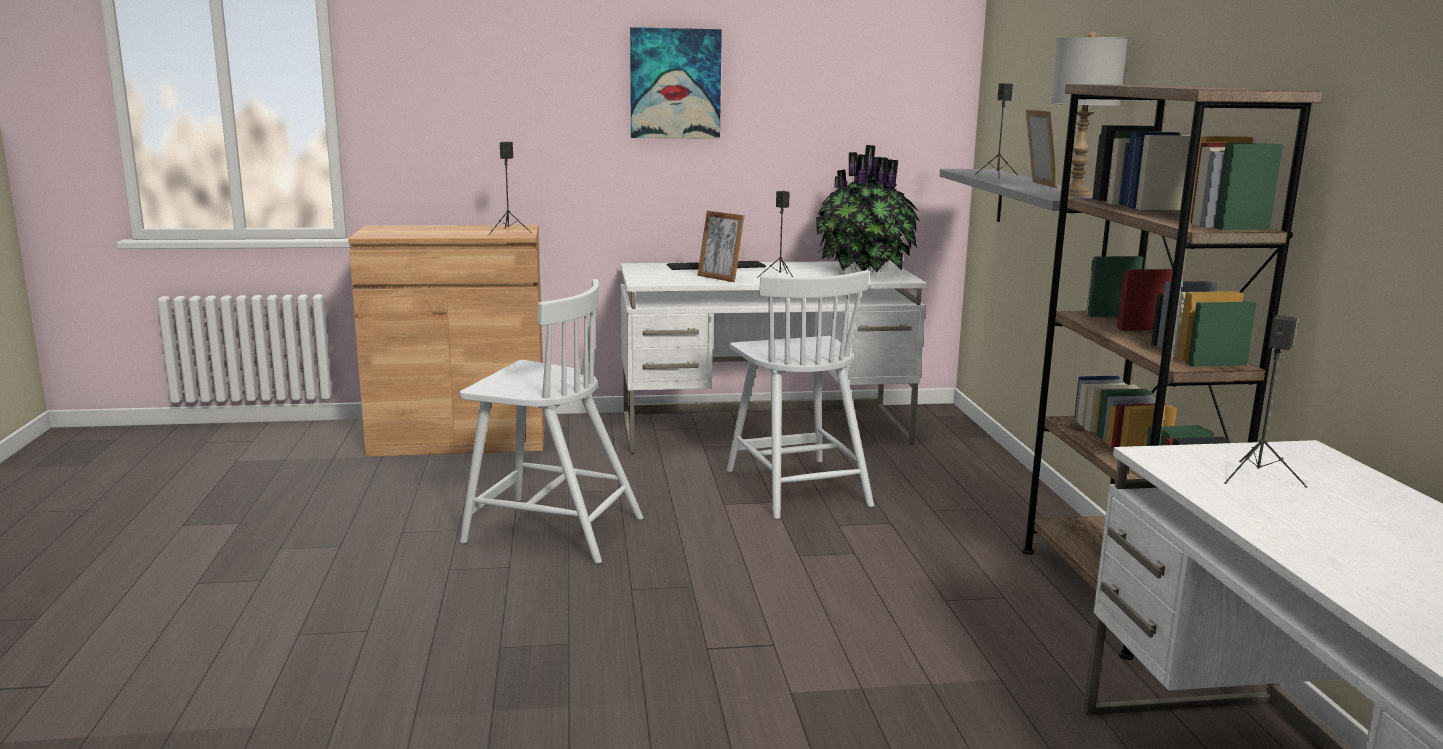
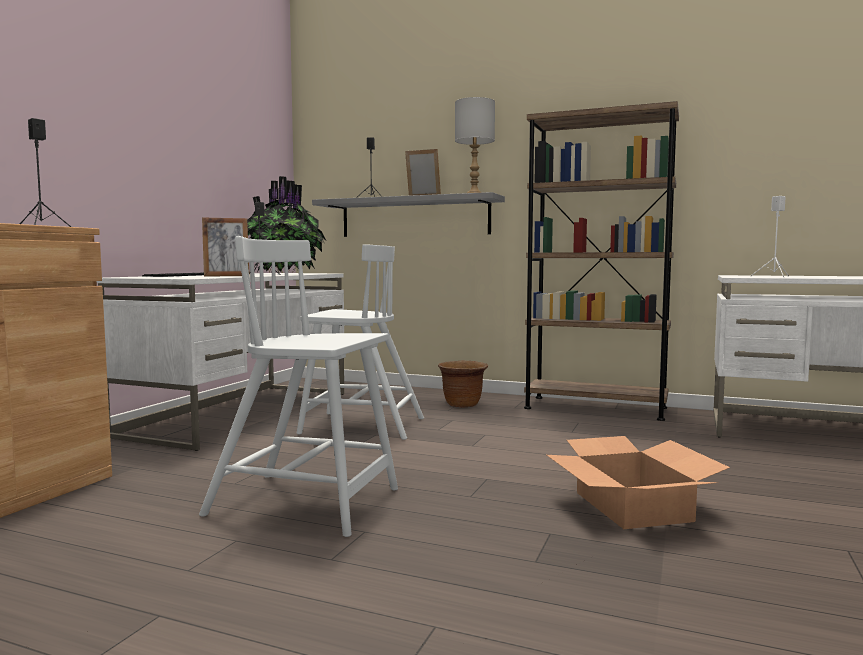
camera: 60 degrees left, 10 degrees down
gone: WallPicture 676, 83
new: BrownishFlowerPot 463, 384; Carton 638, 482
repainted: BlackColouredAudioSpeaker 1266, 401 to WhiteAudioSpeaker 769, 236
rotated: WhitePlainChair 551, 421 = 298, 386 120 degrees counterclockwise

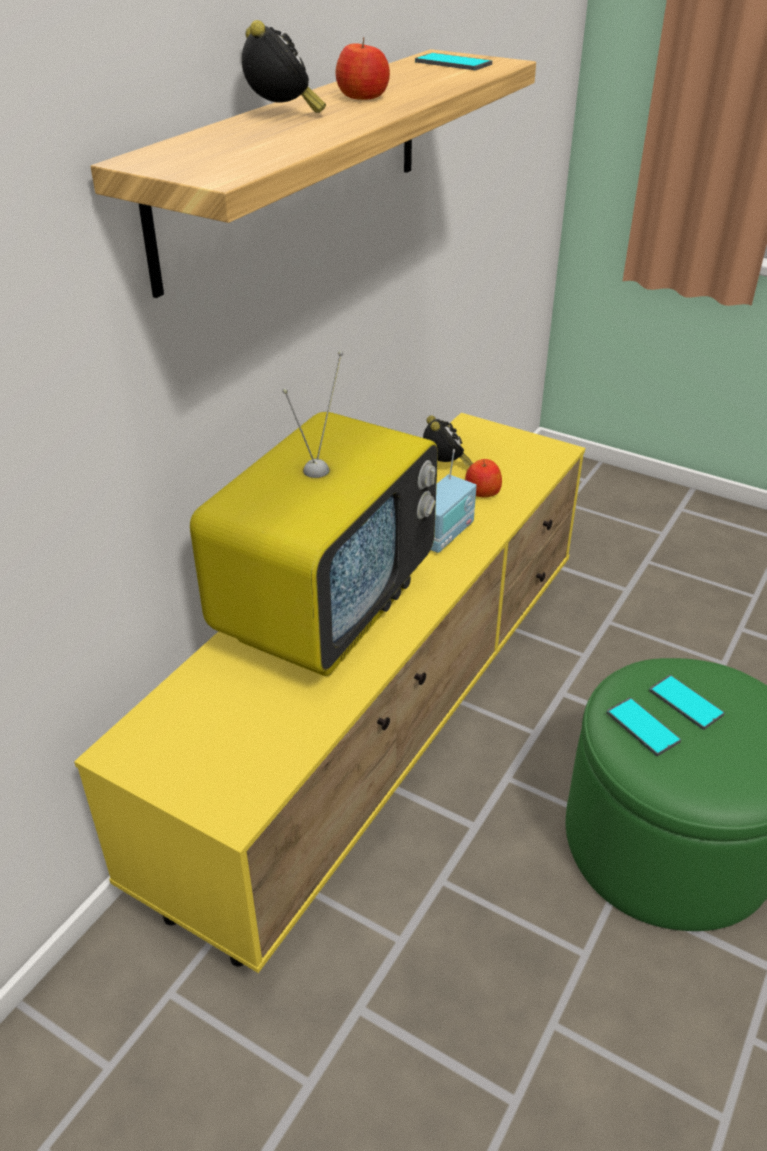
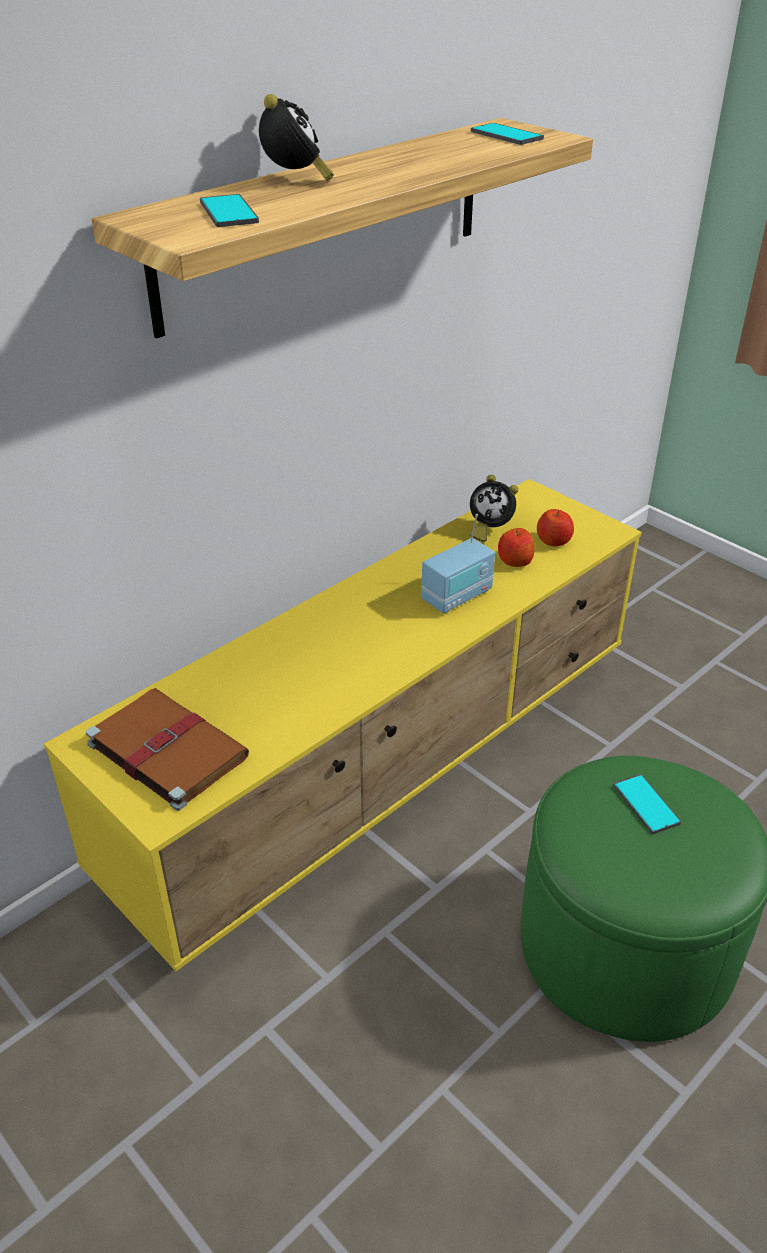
camera: 15 degrees right, 0 degrees up
gone: Television 314, 513
new: BrownishBoundBook 167, 749
shifted: WholeApple 362, 68 to 555, 527; Telephone 644, 726 to 229, 210
rotated: AlarmClock 448, 441 = 493, 508 105 degrees clockwise

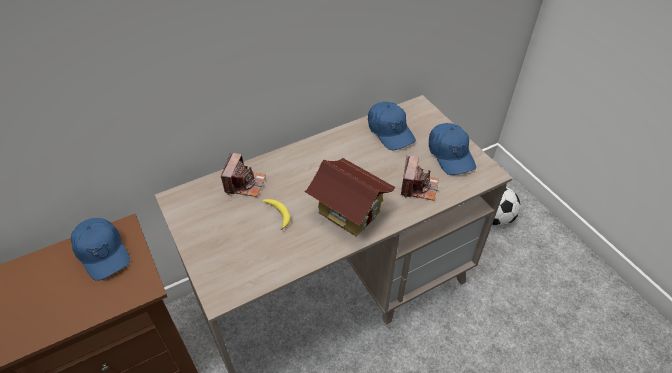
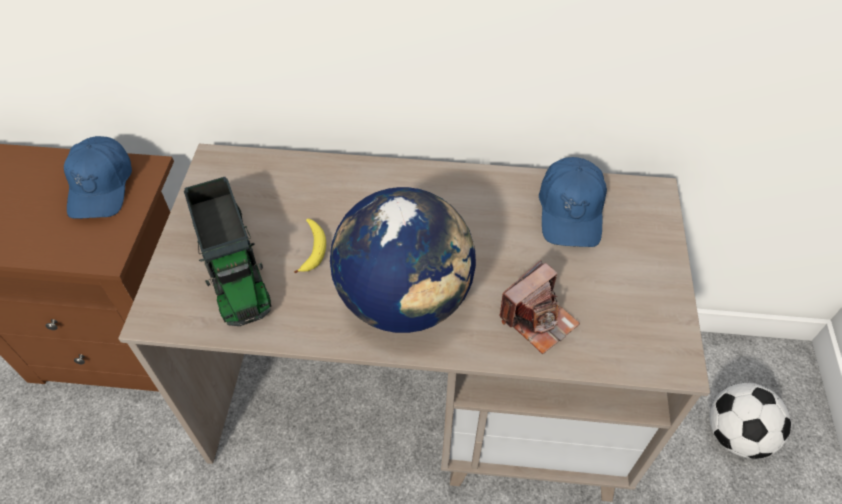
camera: 35 degrees right, 5 degrees up
gone: PhotoCamera 243, 175; BluePeakedCap 452, 149
new: ModelTruck 227, 251
swapped: ToyHouse 350, 197 to Globe 403, 260

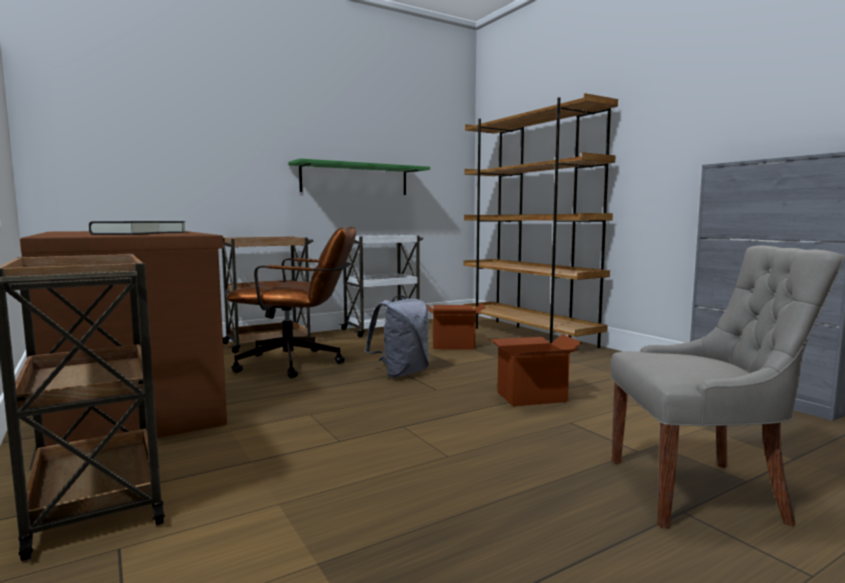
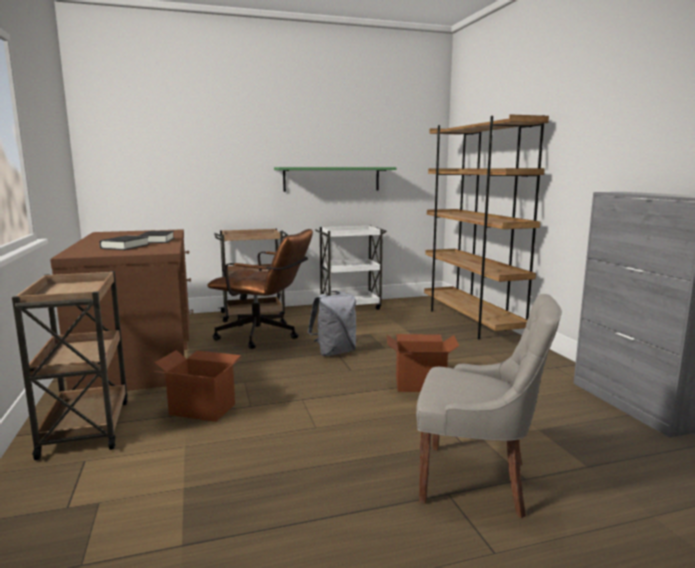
camera: 15 degrees right, 5 degrees up
shifted: Carton 455, 326 to 198, 386

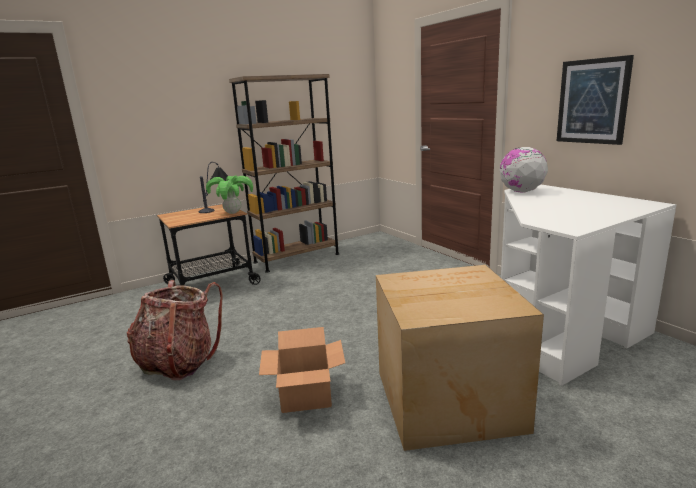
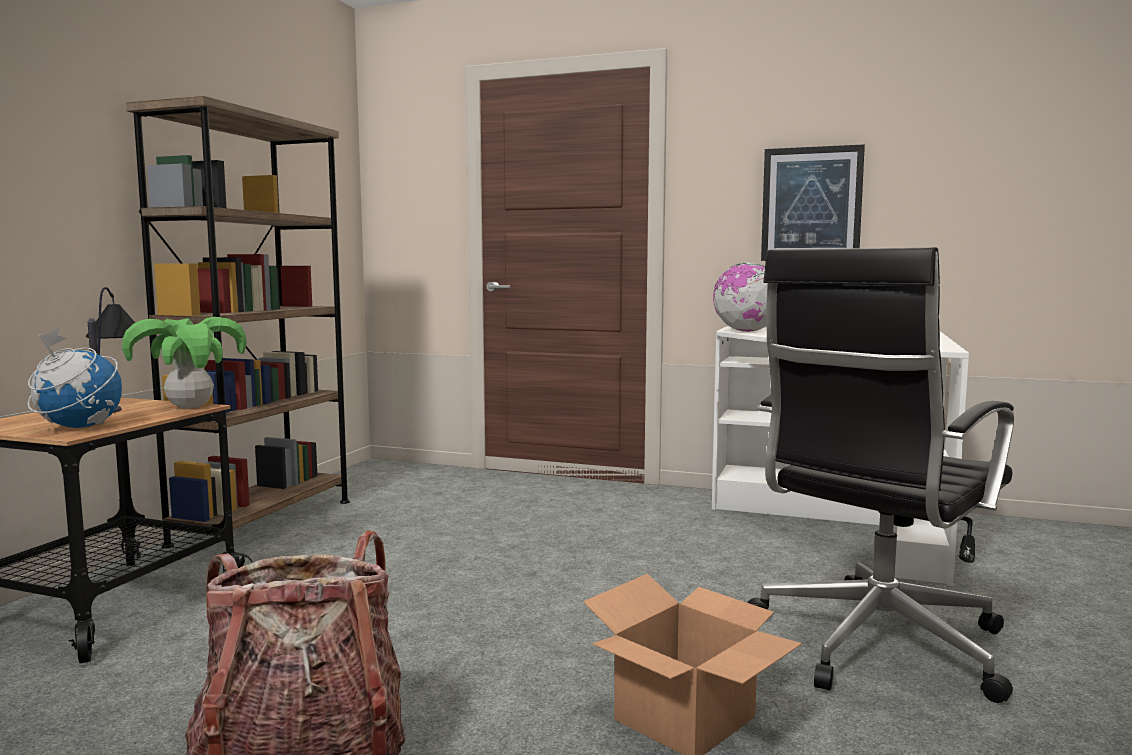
camera: 40 degrees left, 10 degrees down
new: Globe 75, 377
swapped: Carton 460, 358 to BlackColouredDeskChair 881, 475

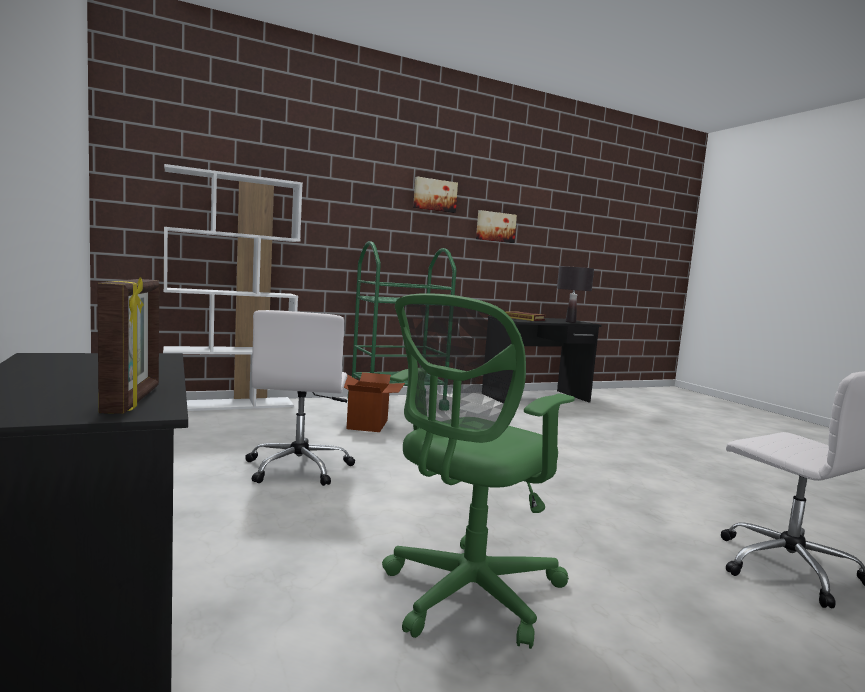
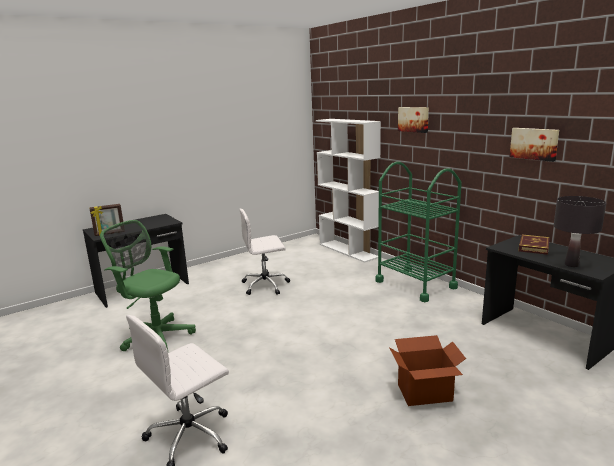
camera: 80 degrees right, 10 degrees up
shifted: Carton 374, 402 to 427, 370; WallPicture 435, 195 to 413, 120

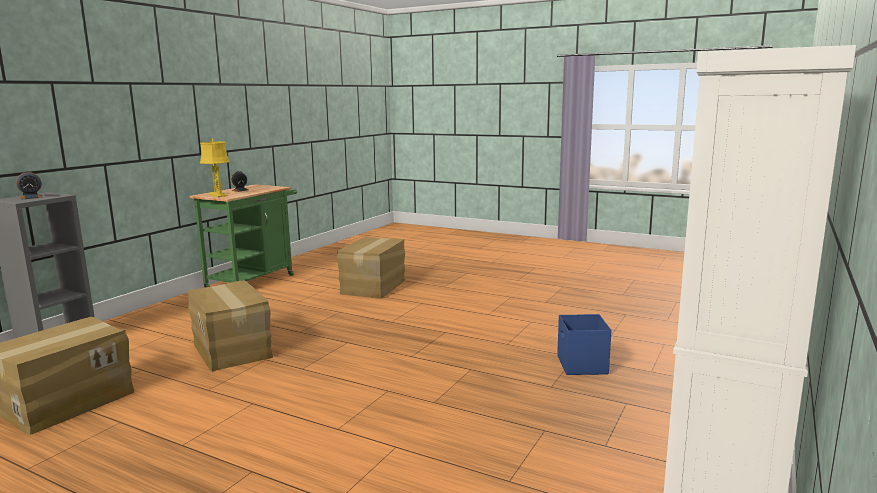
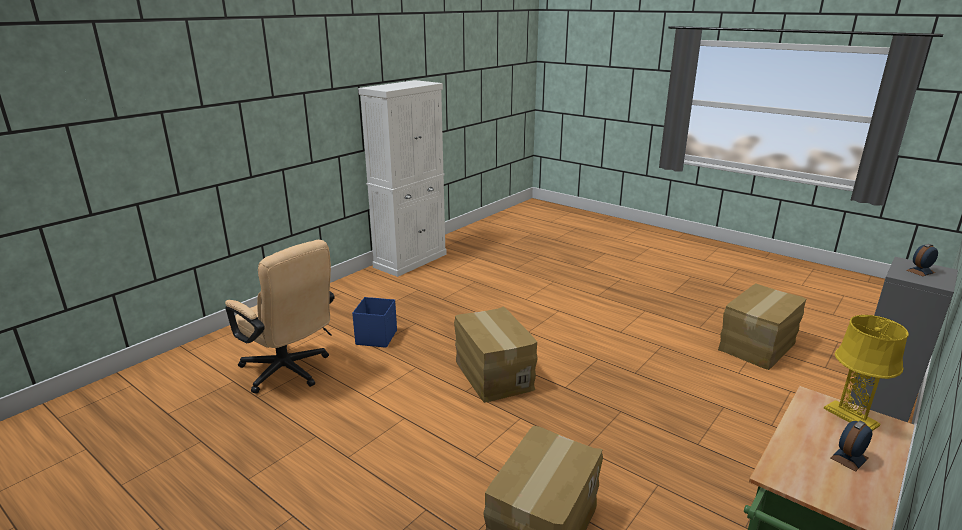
camera: 170 degrees left, 10 degrees up
new: SandColouredDeskChair 280, 317
shifted: Carton 230, 326 to 496, 354

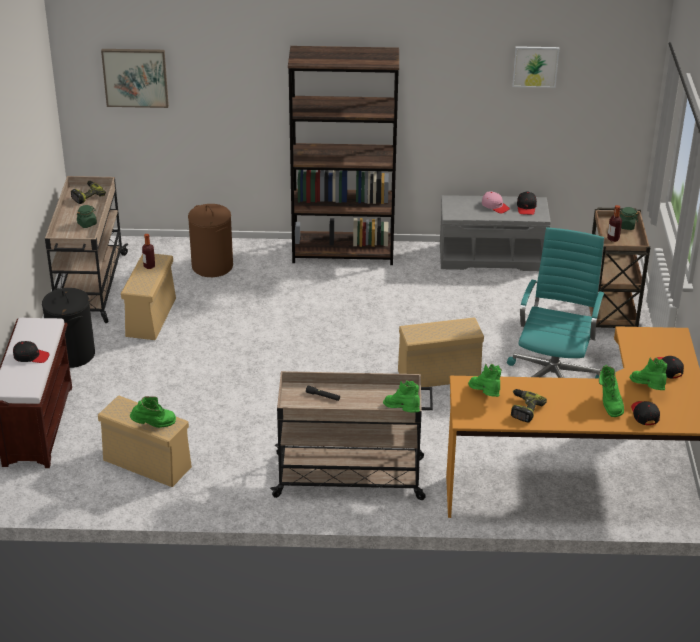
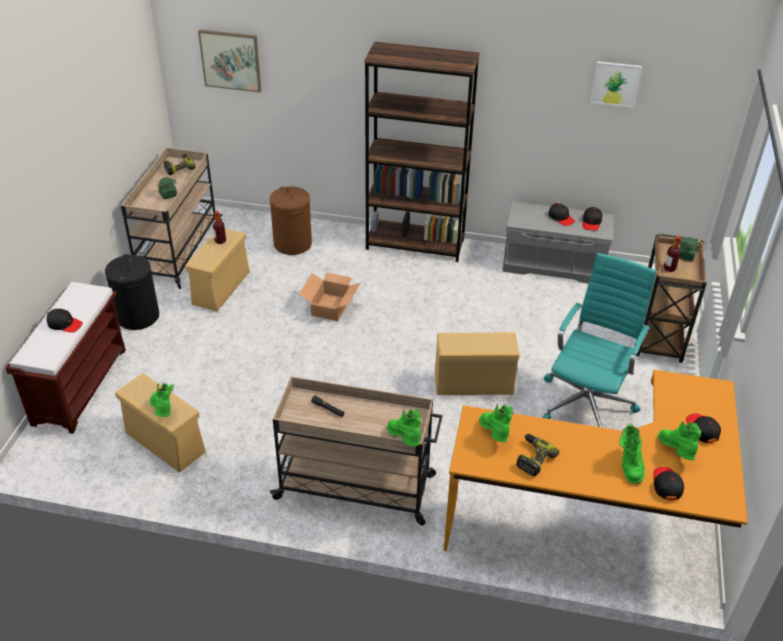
camera: 10 degrees right, 5 degrees up
new: Carton 330, 296
repainted: PinkPeakedCap 496, 202 to BlackColouredPeakedCap 562, 214
rotated: GreenishTallBoot 153, 412 = 162, 400 105 degrees counterclockwise

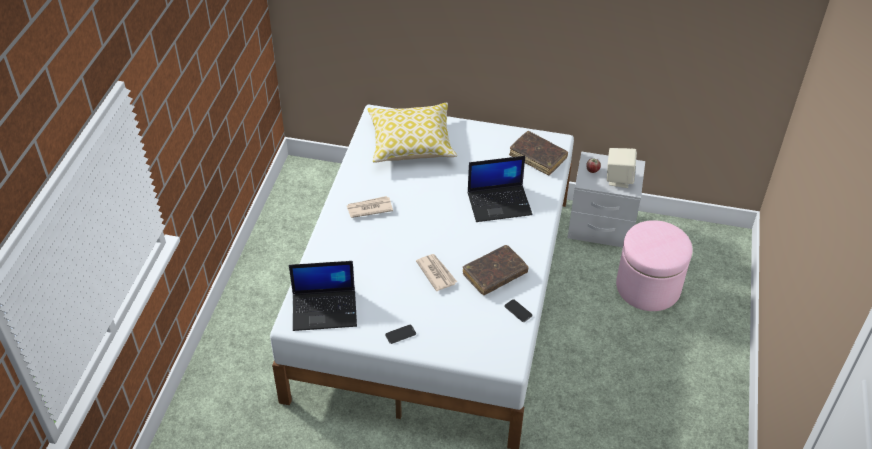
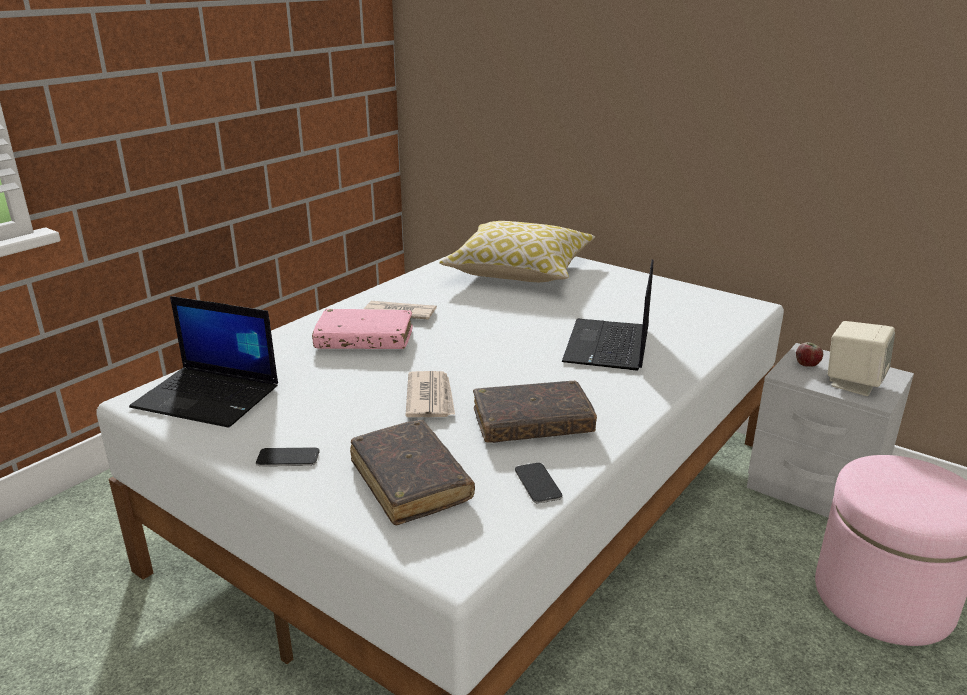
camera: 25 degrees right, 20 degrees down
new: PinkBoundBook 362, 329
shifted: BrownishBoundBook 538, 153 to 412, 472
rotated: NotebookComputer 500, 189 = 607, 315 90 degrees clockwise

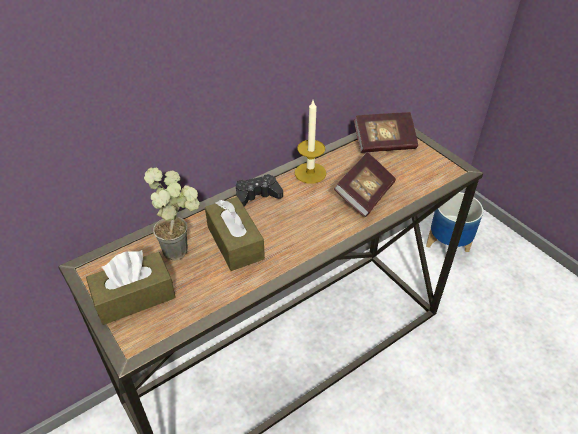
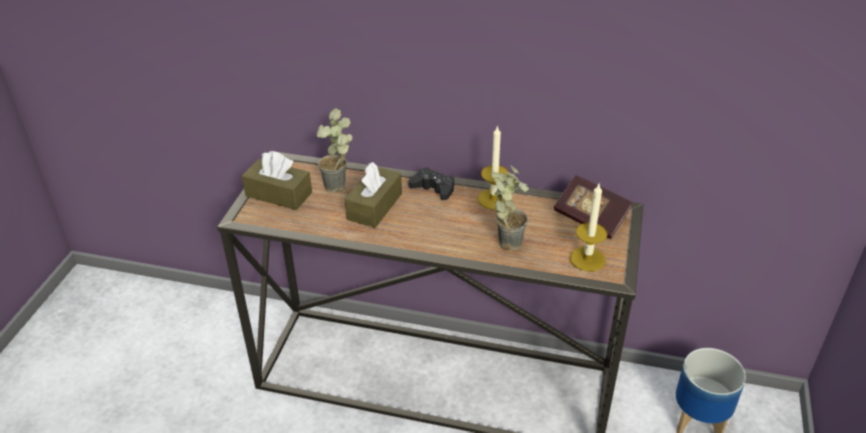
camera: 50 degrees right, 5 degrees down
new: WaxLight 588, 227
swapped: BoundBook 365, 184 to PlantInAPot 510, 208

